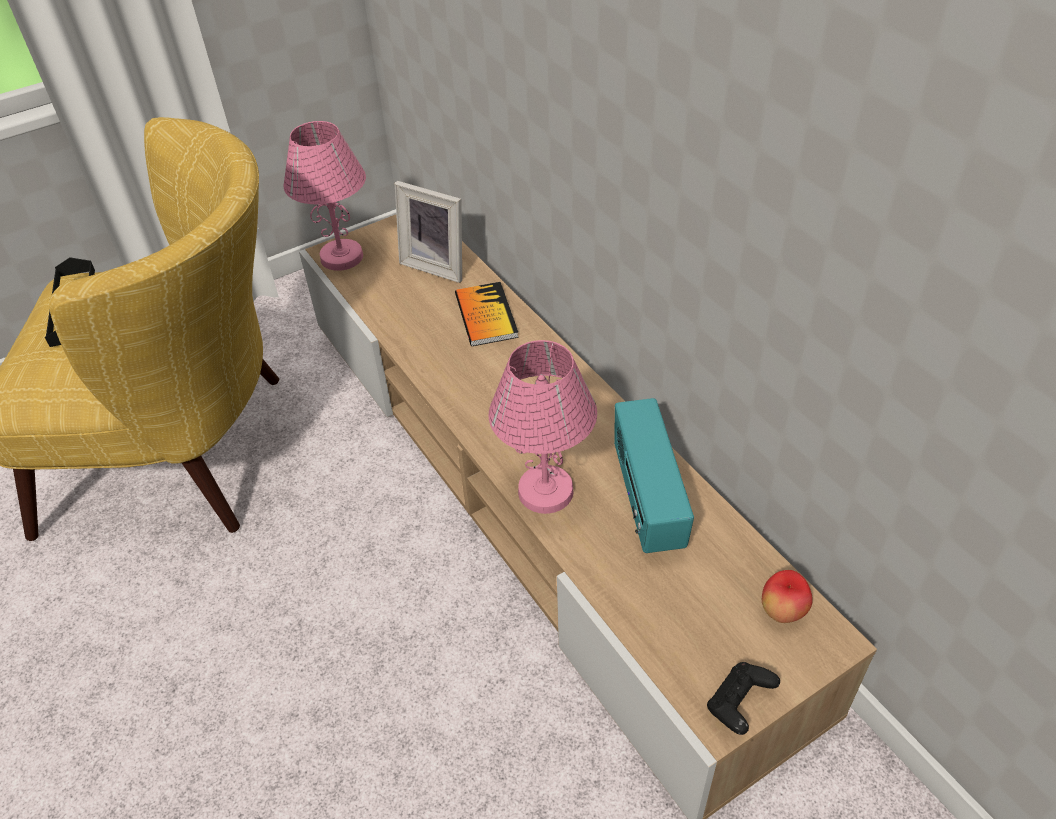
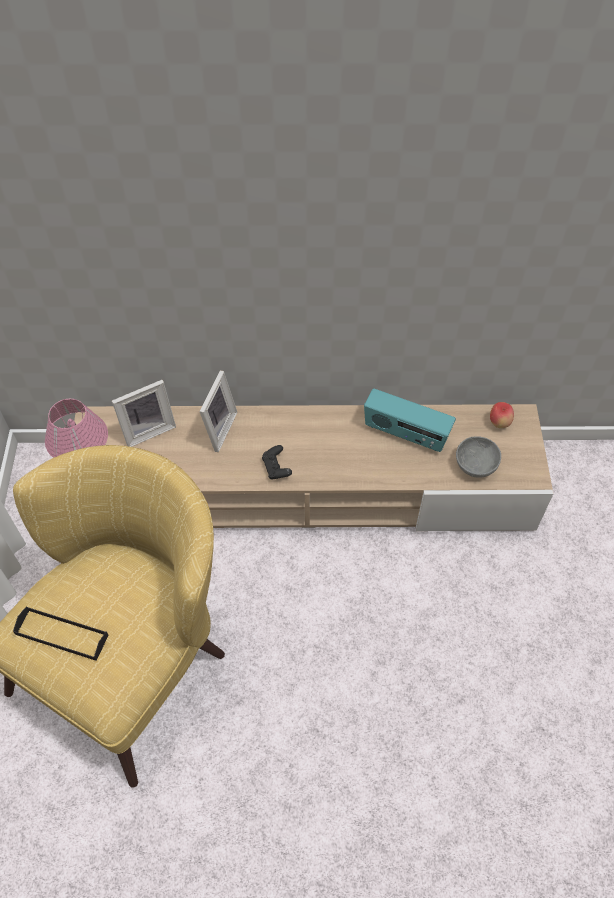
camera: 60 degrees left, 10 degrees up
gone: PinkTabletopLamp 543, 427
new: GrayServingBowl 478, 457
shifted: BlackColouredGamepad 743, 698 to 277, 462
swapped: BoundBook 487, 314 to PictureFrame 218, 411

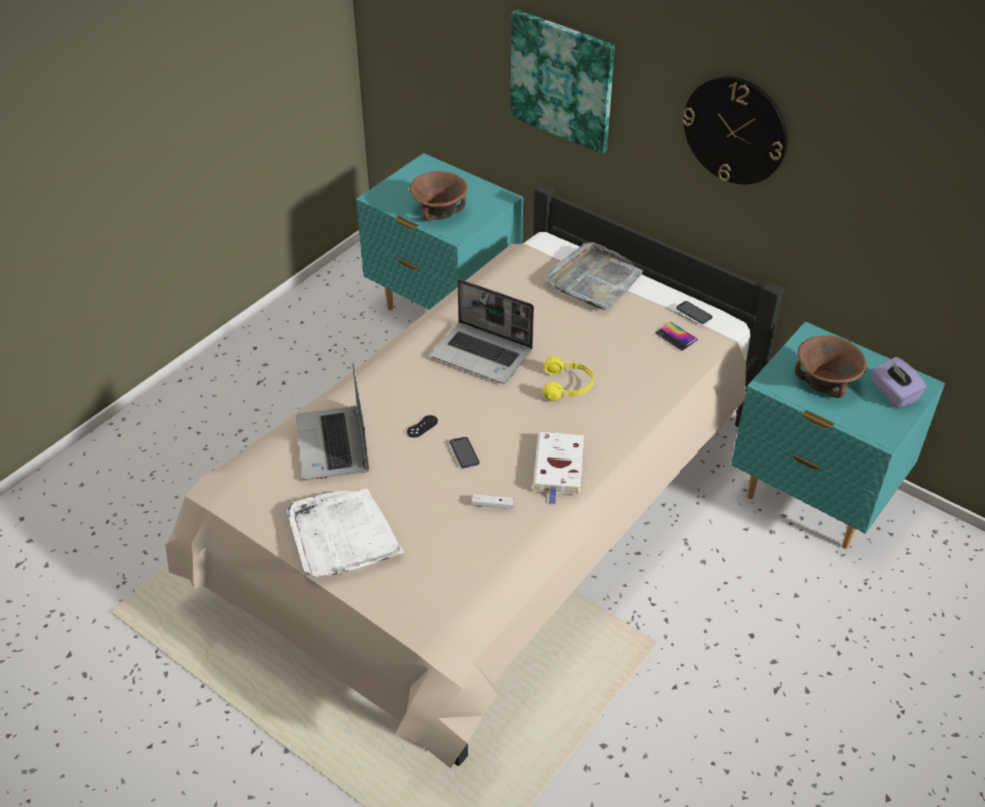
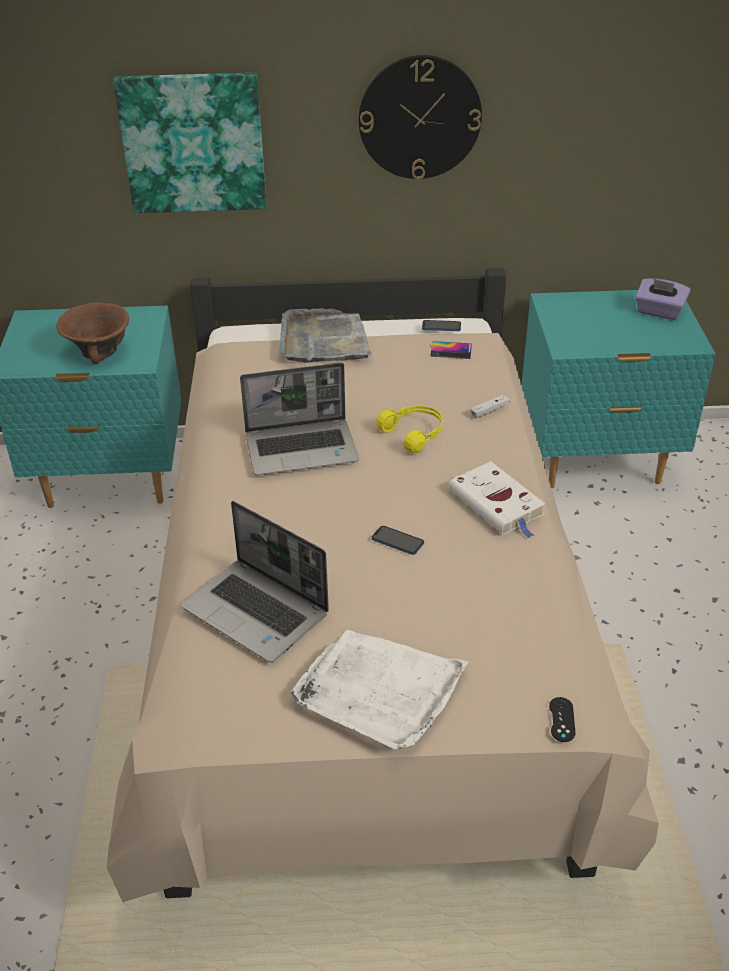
camera: 40 degrees left, 5 degrees down
gone: BrownishServingBowl 831, 366
shifted: BlackColouredGamepad 422, 426 to 562, 719; WhiteGamepad 492, 501 to 490, 407

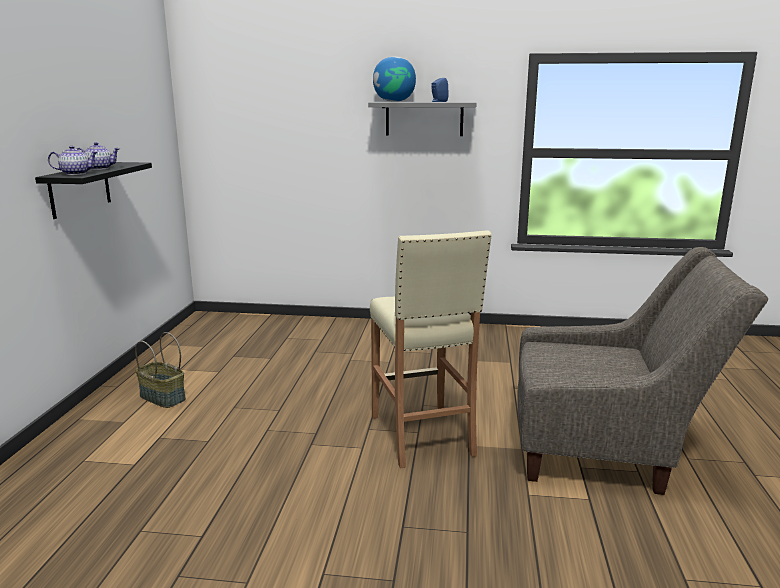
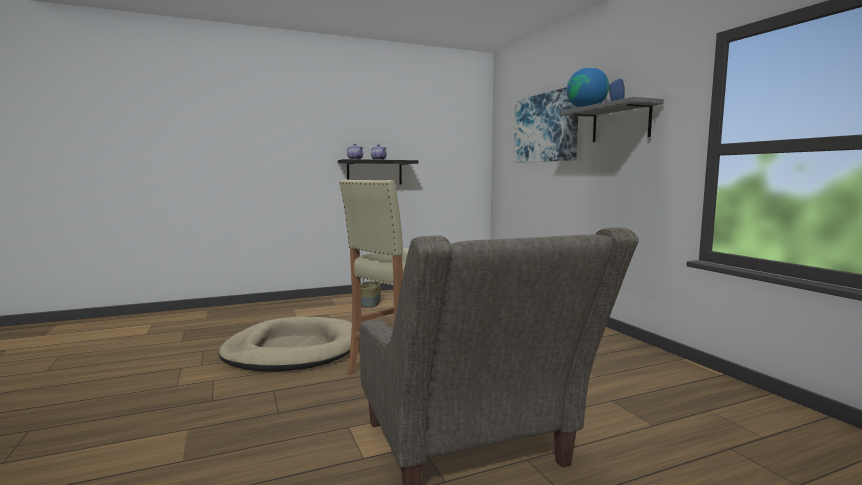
camera: 60 degrees right, 10 degrees down
new: SandColouredDogCushion 289, 344; WallPicture 546, 125

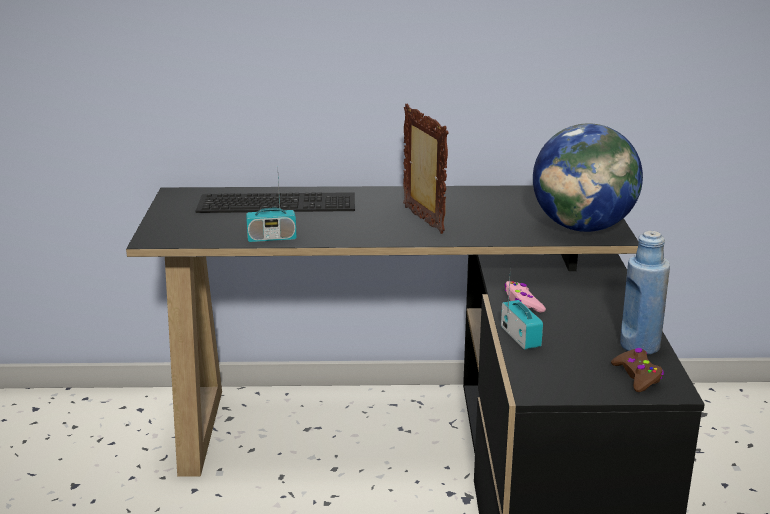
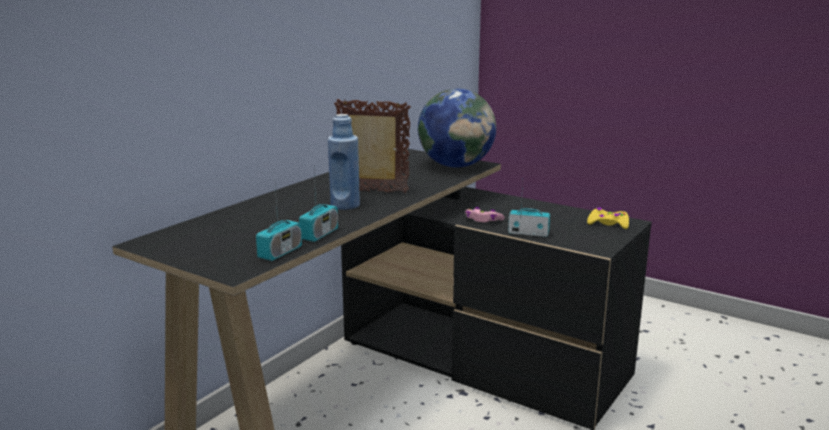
camera: 55 degrees left, 5 degrees down
gone: Keyboard 275, 202
new: RadioReceiver 279, 224
shifted: BlueBottle 645, 293 to 344, 162
repainted: BrownishGamepad 637, 370 to YellowGamepad 608, 218

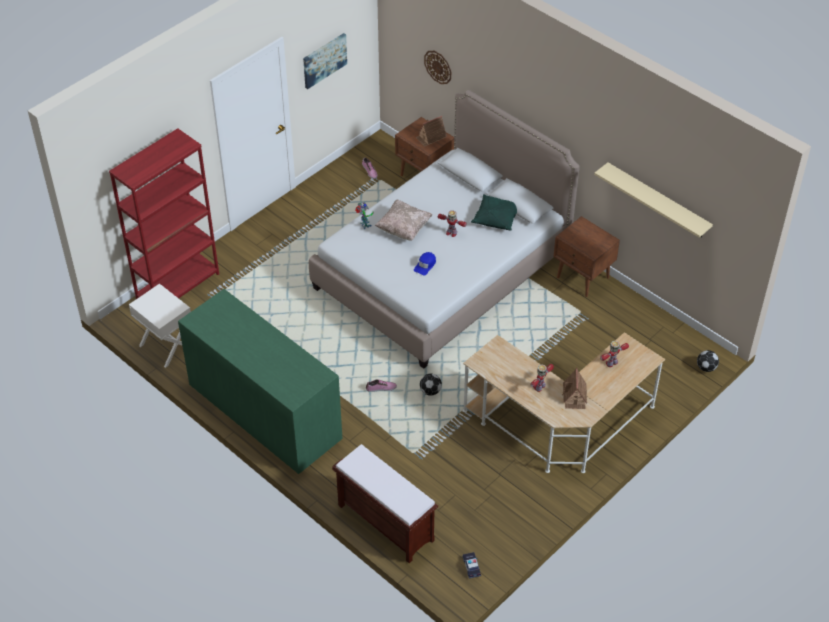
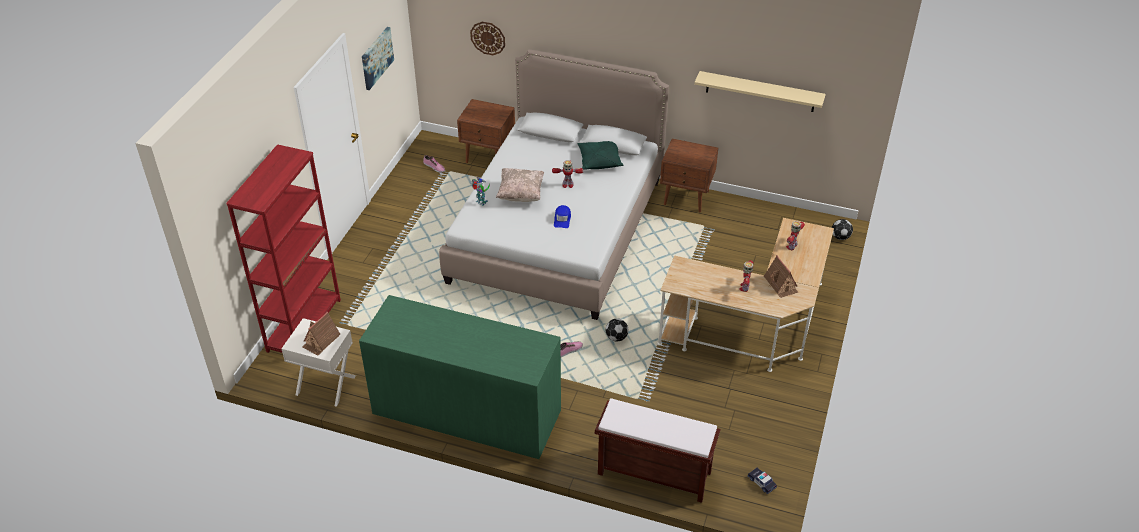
camera: 25 degrees left, 5 degrees down
shifted: ToyHouse 431, 131 to 321, 333

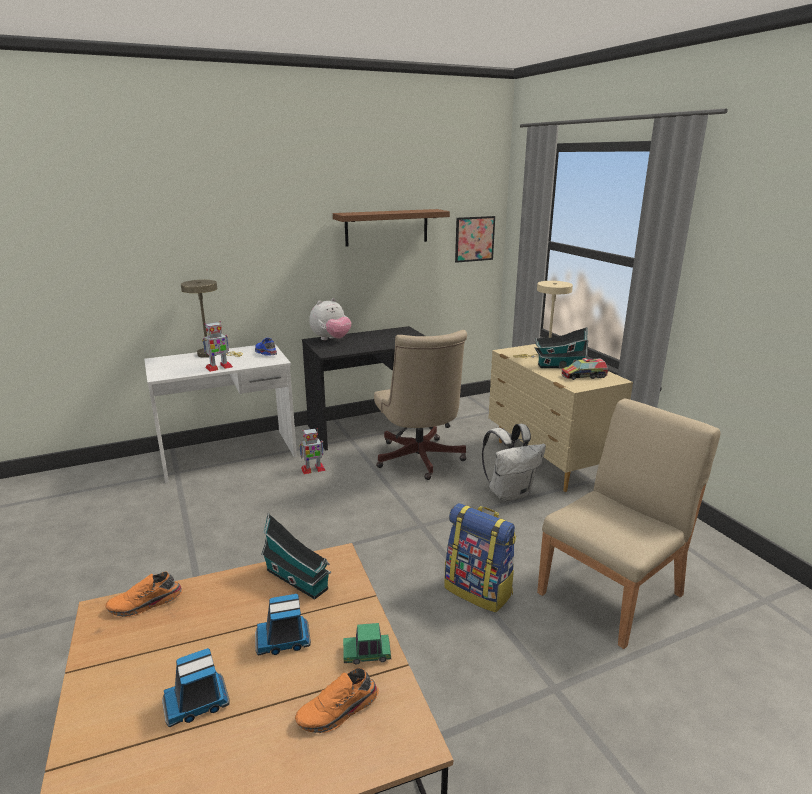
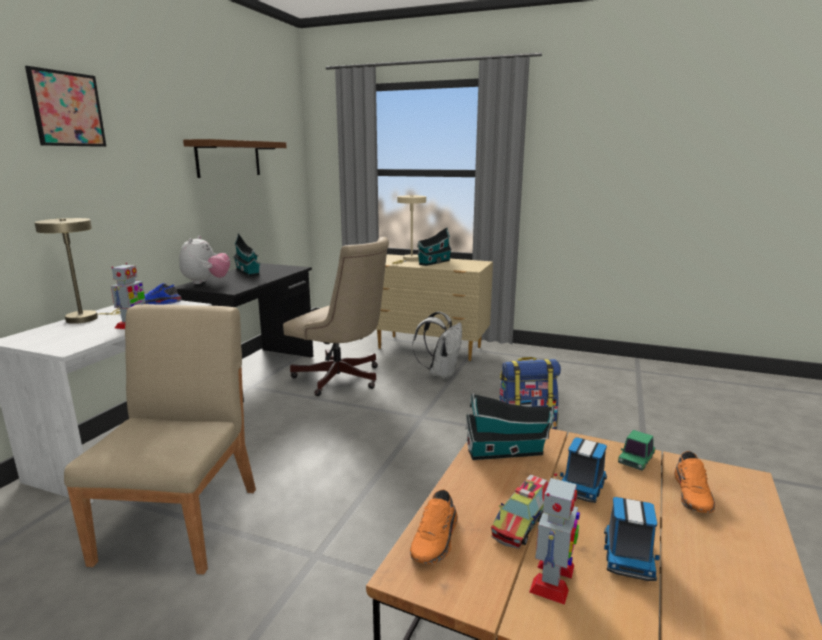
camera: 45 degrees left, 5 degrees down
new: ToyHouse 247, 254
shifted: ModelRobot 312, 451 to 554, 539; WallPicture 475, 239 to 66, 106; SandColouredPlainChair 629, 523 to 160, 439; ModelTruck 584, 369 to 520, 511

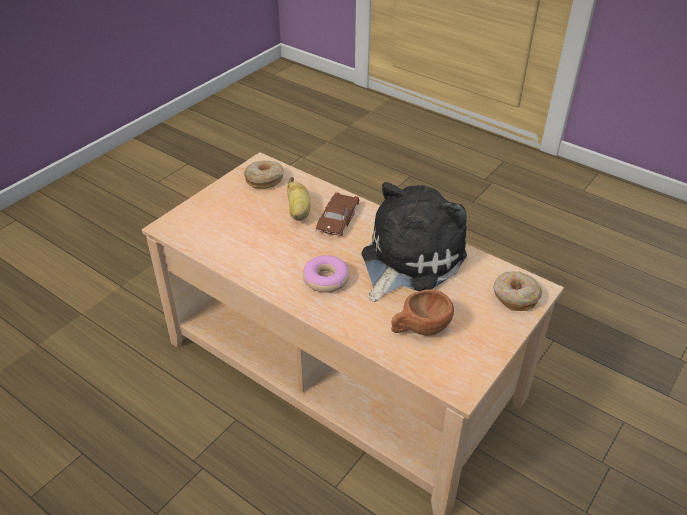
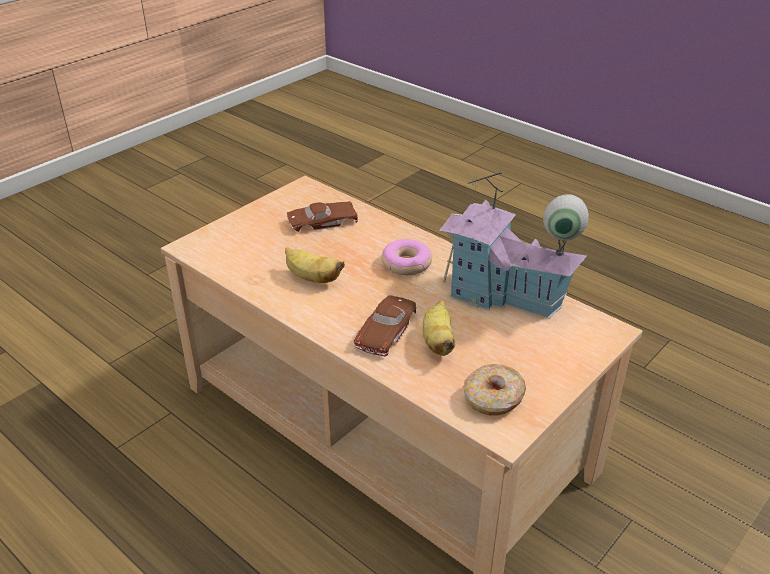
camera: 175 degrees left, 5 degrees down
gone: Doughnut 517, 291
new: ToyHouse 514, 245
swapped: SoftToy 414, 242 to WholeBanana 315, 265; BrownishDrinkingCup 422, 312 to BrownishMiniatureCar 323, 217

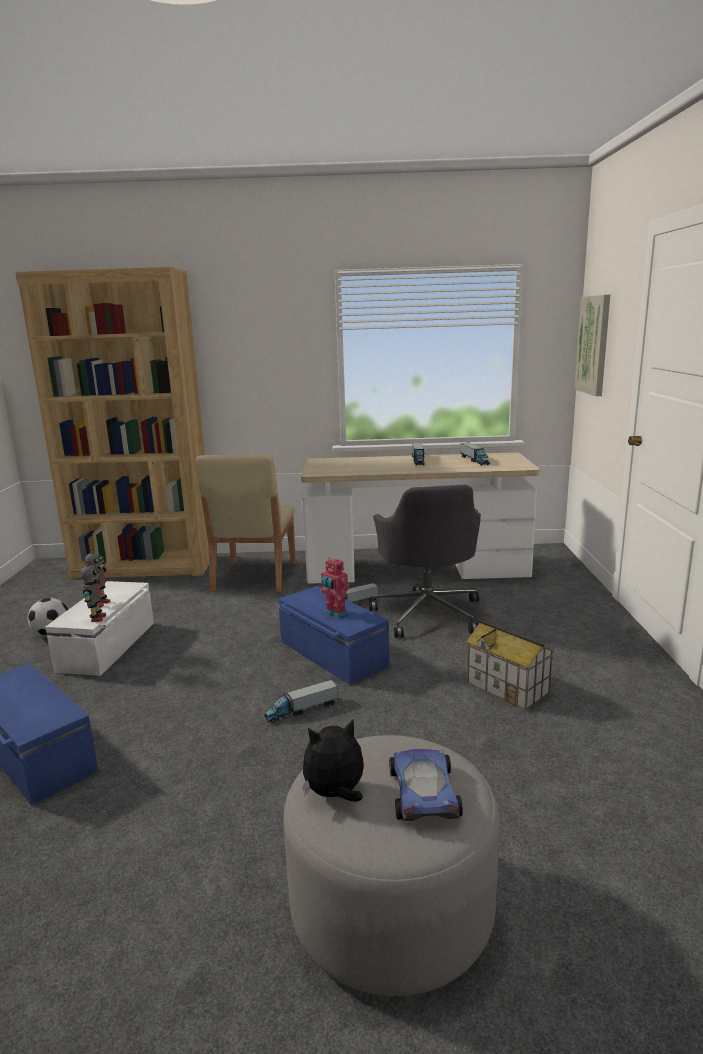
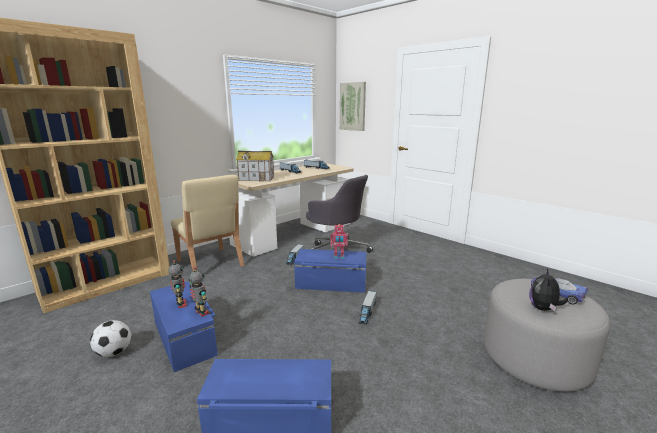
camera: 45 degrees left, 0 degrees up
shifted: ToyHouse 510, 665 to 255, 166
repainted: WhiteStorageBox 99, 628 to BlueStorageBox 184, 326

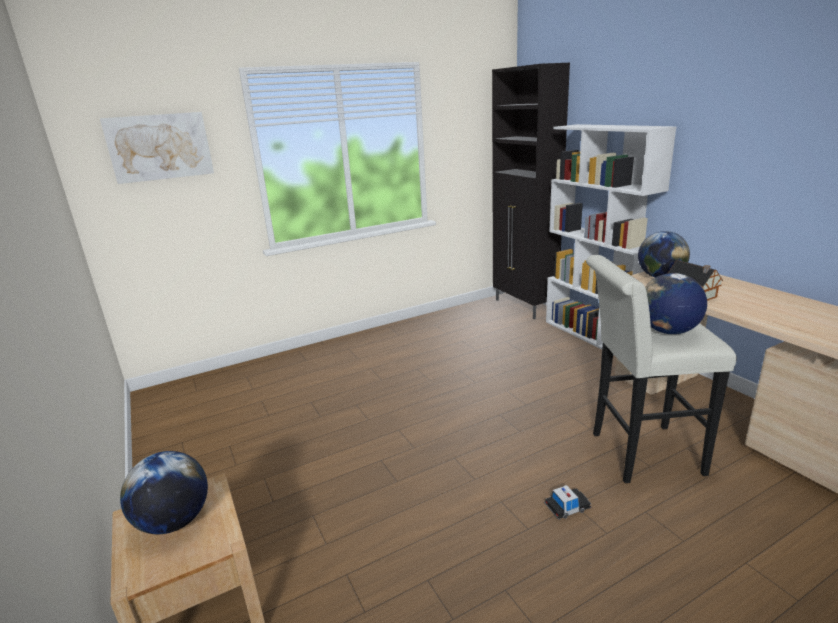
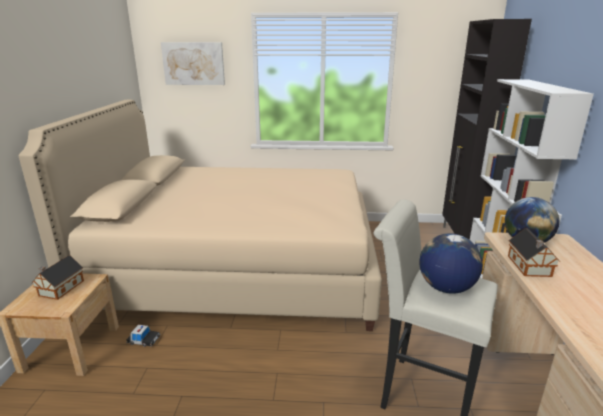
camera: 30 degrees right, 0 degrees up
new: SandColouredSleepingBed 200, 215
shifted: MiniatureCar 568, 502 to 143, 336
swapped: Globe 164, 492 to ToyHouse 58, 277

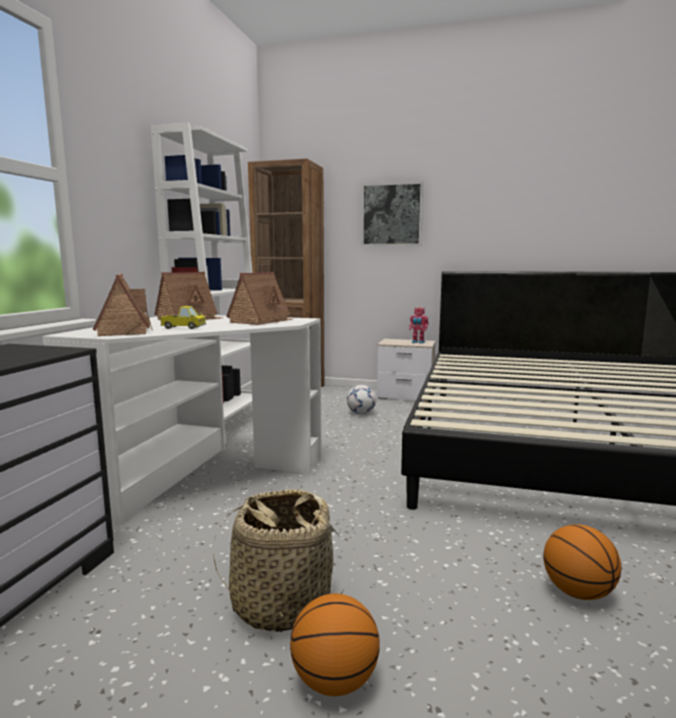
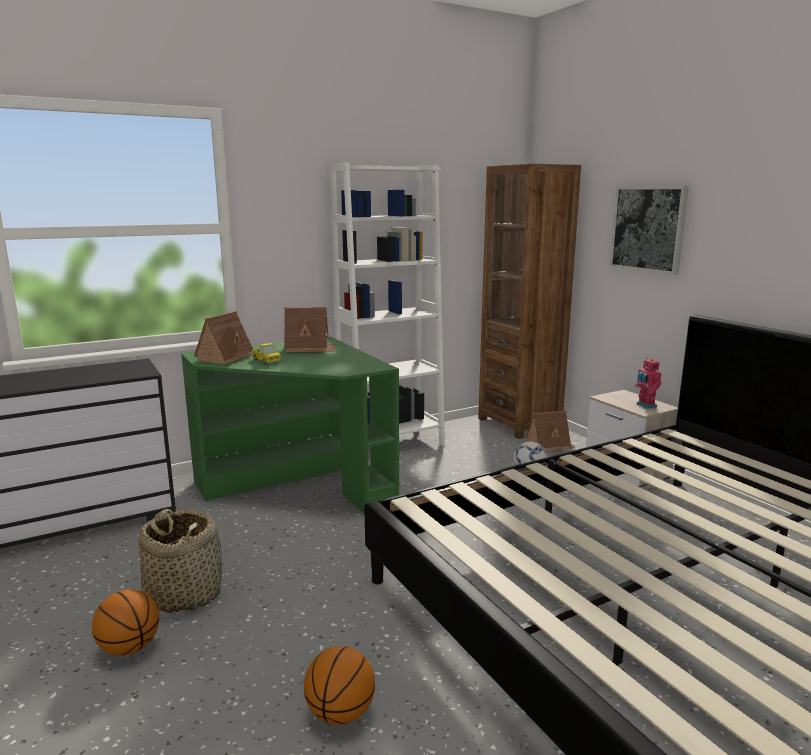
camera: 45 degrees right, 5 degrees up
shifted: ToyHouse 259, 298 to 551, 431
repainted: WhiteDesk 182, 420 to GreenishDesk 290, 425

